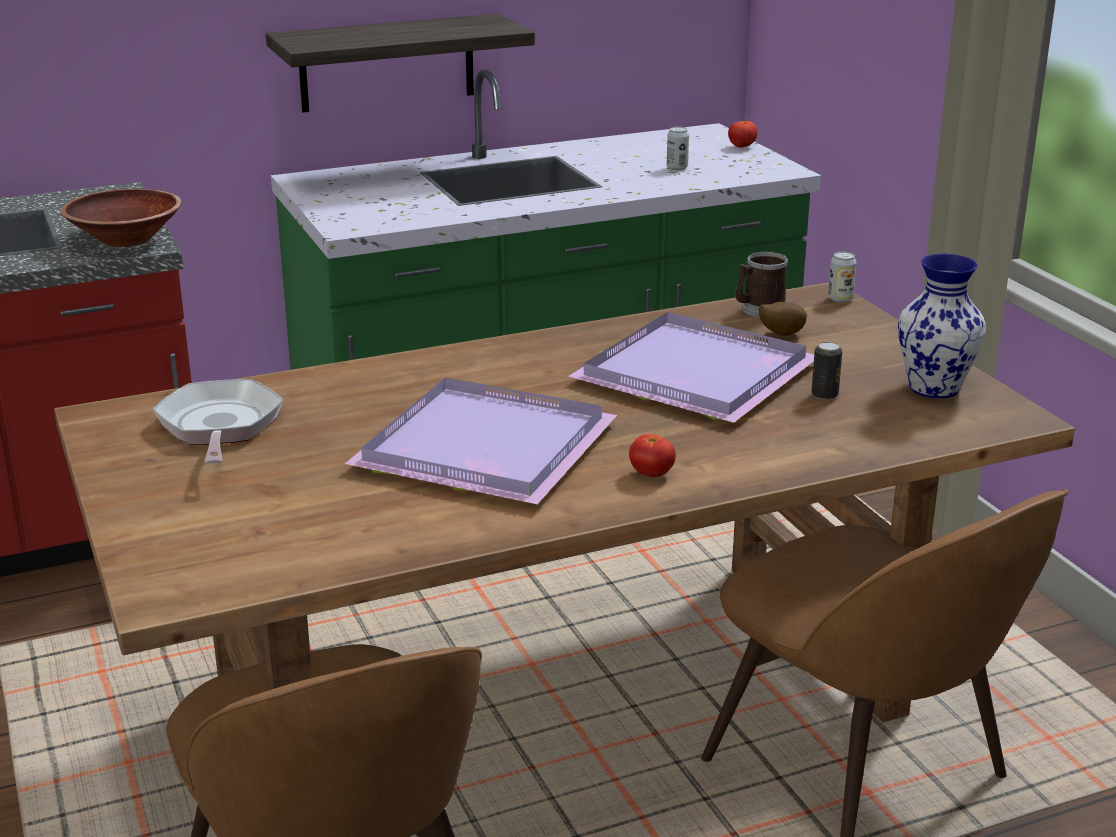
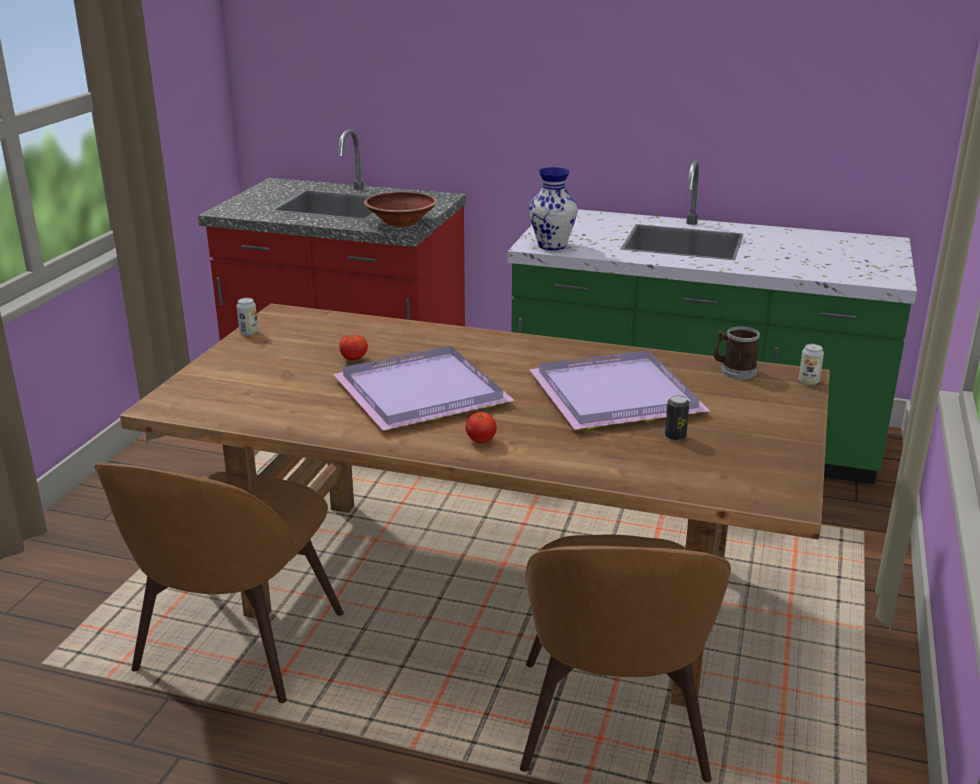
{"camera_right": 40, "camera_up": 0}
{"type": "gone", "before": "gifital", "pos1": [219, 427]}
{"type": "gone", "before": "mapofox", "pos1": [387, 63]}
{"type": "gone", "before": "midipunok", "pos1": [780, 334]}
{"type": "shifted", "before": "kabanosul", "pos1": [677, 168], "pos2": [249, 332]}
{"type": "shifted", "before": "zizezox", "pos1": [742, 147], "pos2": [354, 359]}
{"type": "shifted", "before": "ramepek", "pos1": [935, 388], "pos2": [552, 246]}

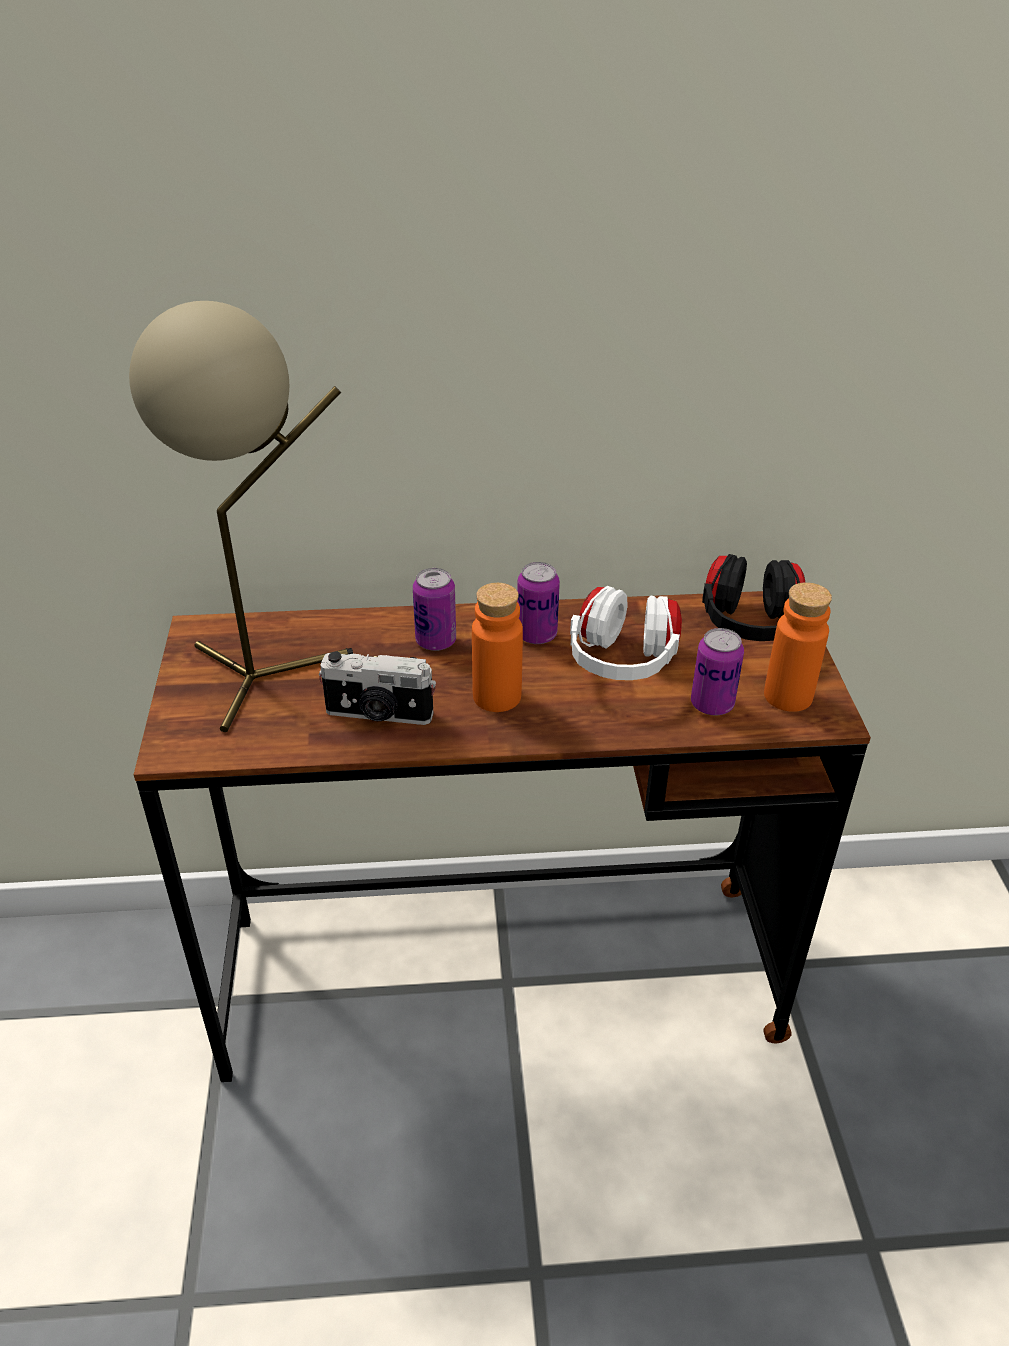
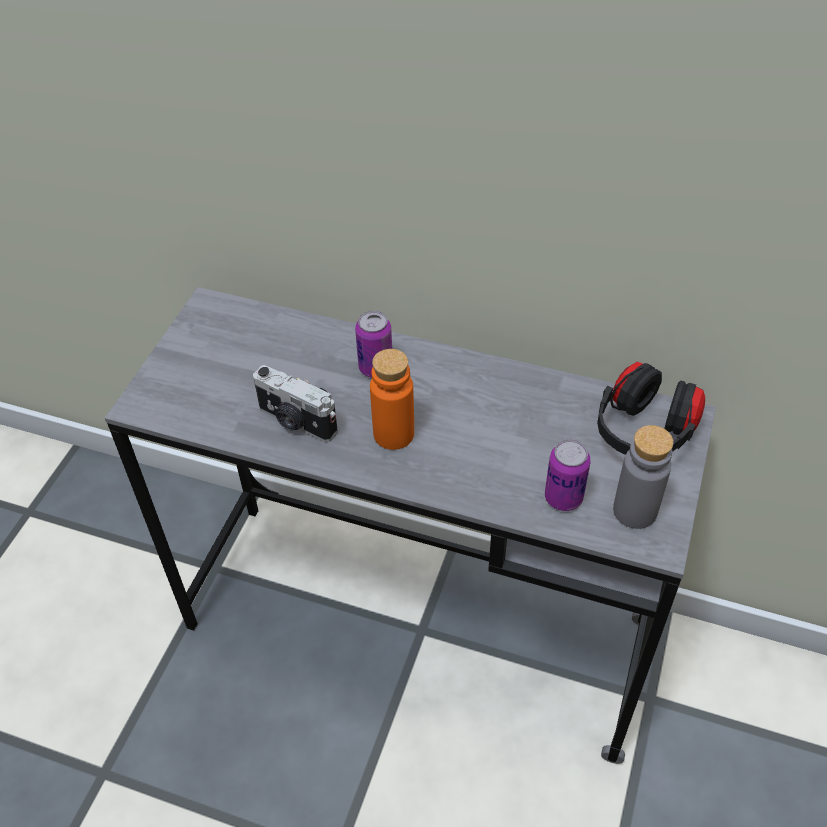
{"camera_right": 25, "camera_up": 10}
{"type": "gone", "before": "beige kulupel", "pos1": [265, 674]}
{"type": "gone", "before": "kabanosul", "pos1": [536, 635]}
{"type": "gone", "before": "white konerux", "pos1": [622, 665]}
{"type": "repainted", "before": "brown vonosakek", "after": "grey vonosakek", "pos1": [499, 978], "pos2": [417, 624]}
{"type": "repainted", "before": "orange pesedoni", "after": "grey pesedoni", "pos1": [788, 696], "pos2": [635, 511]}

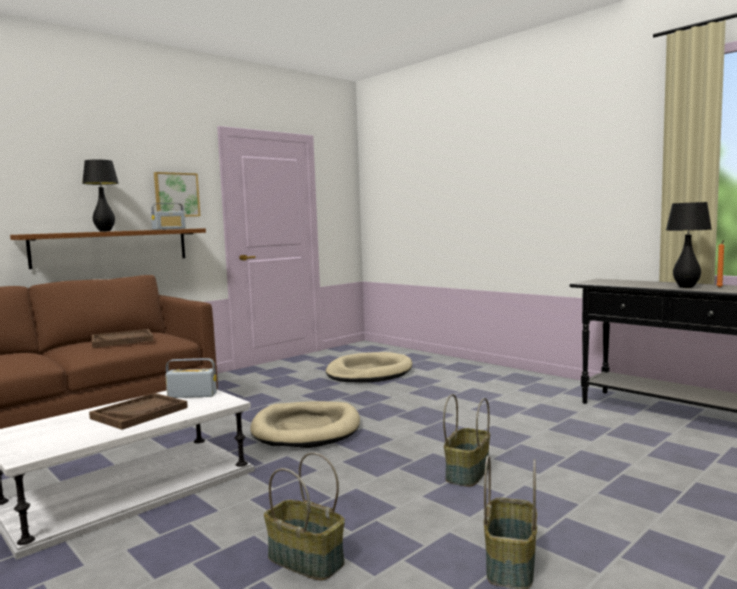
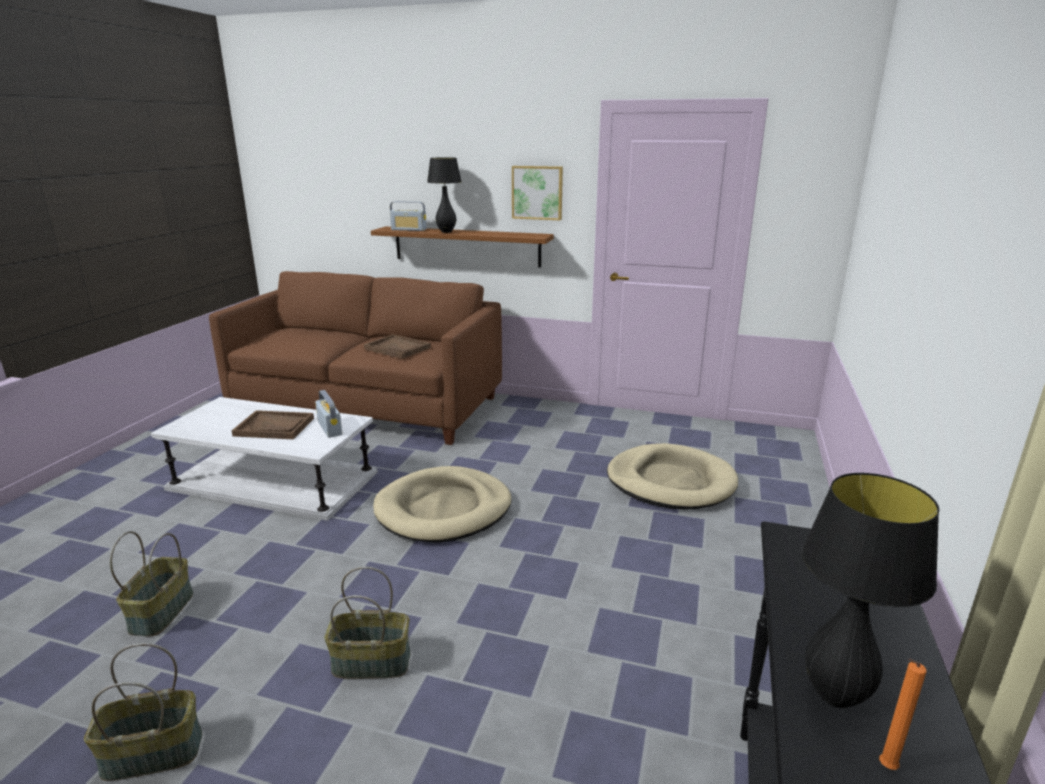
{"camera_right": 60, "camera_up": 15}
{"type": "shifted", "before": "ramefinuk", "pos1": [169, 229], "pos2": [408, 229]}

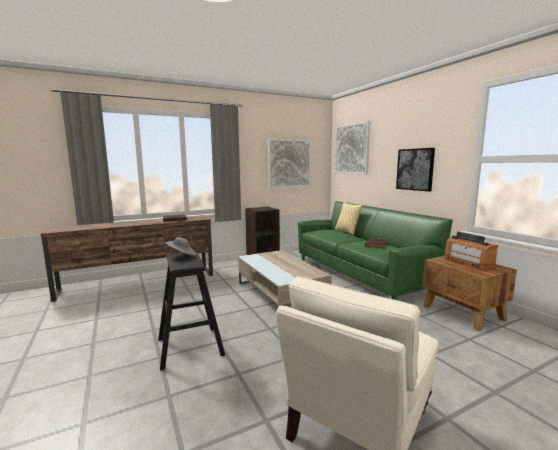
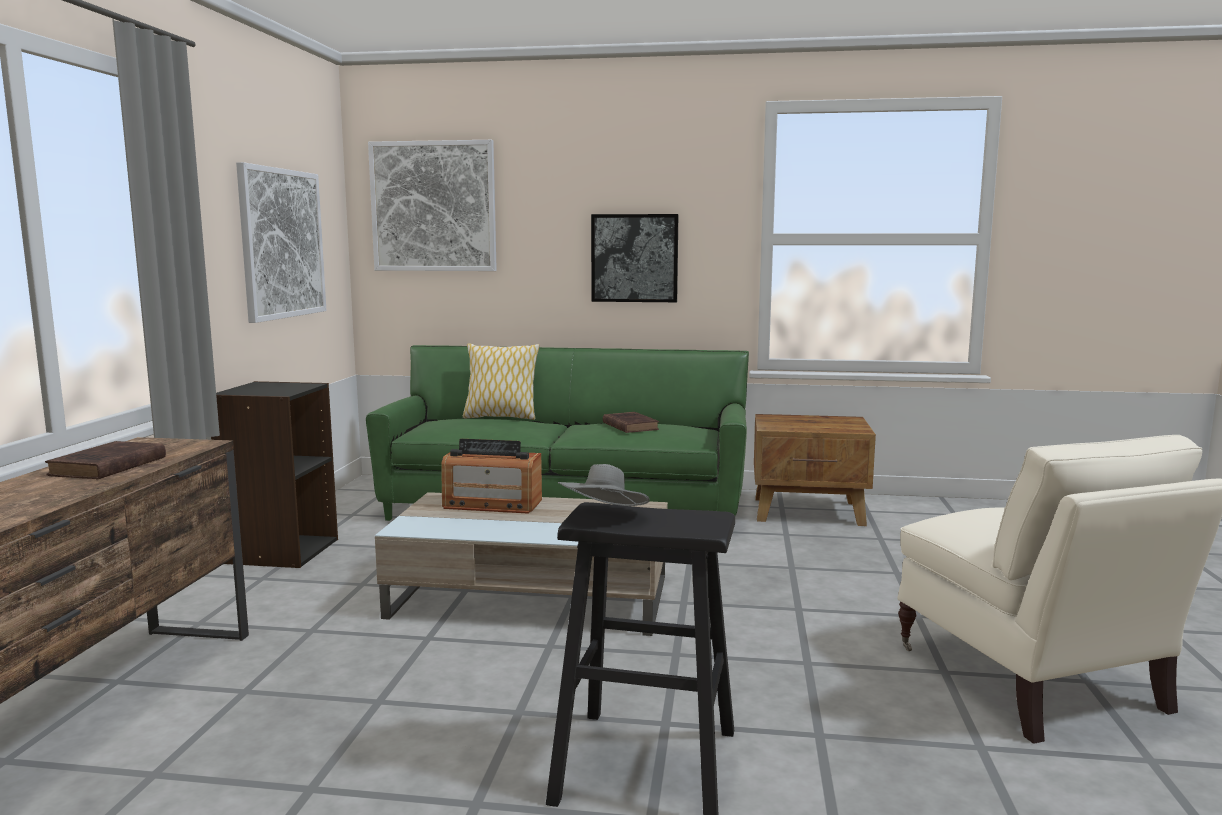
{"camera_right": -55, "camera_up": 0}
{"type": "shifted", "before": "ramefinuk", "pos1": [468, 263], "pos2": [492, 504]}

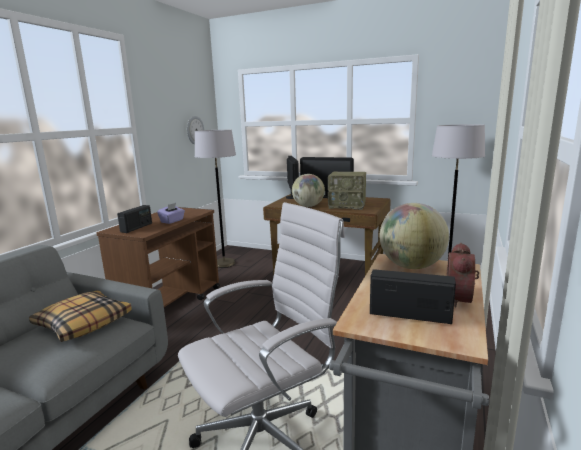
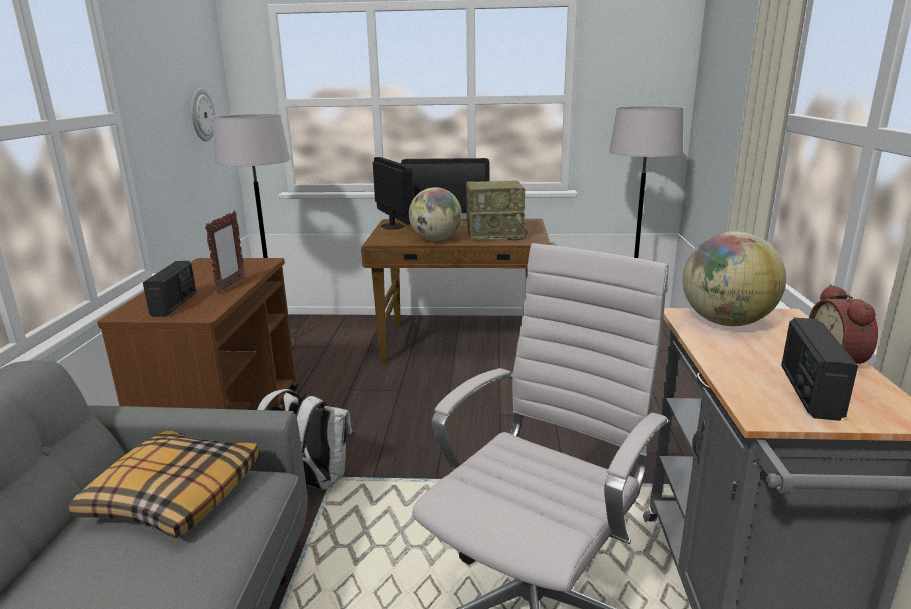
{"camera_right": -20, "camera_up": 5}
{"type": "new", "after": "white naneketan", "pos2": [312, 481]}
{"type": "swapped", "before": "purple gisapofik", "after": "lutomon", "pos1": [172, 221], "pos2": [231, 285]}
{"type": "rotated", "before": "ramefinuk", "pos1": [409, 314], "pos2": [809, 392], "turn": -75}

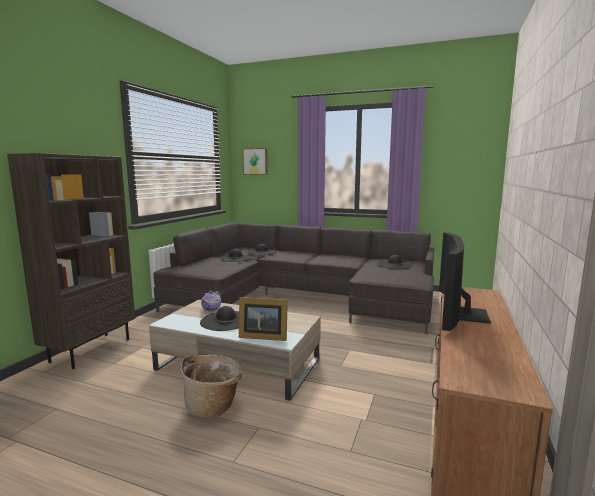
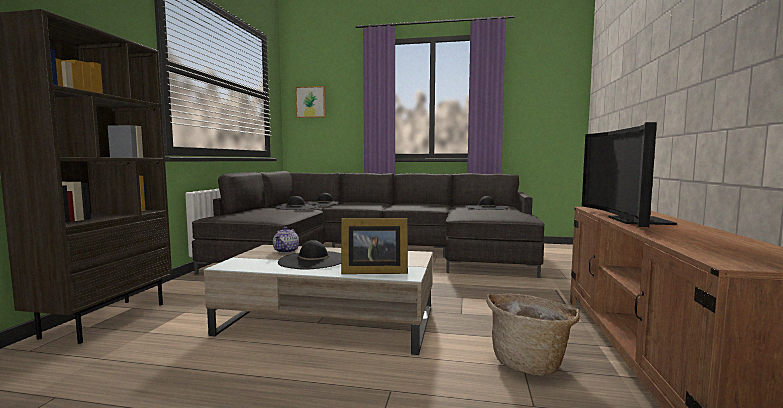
{"camera_right": -10, "camera_up": -5}
{"type": "shifted", "before": "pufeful", "pos1": [213, 406], "pos2": [530, 362]}

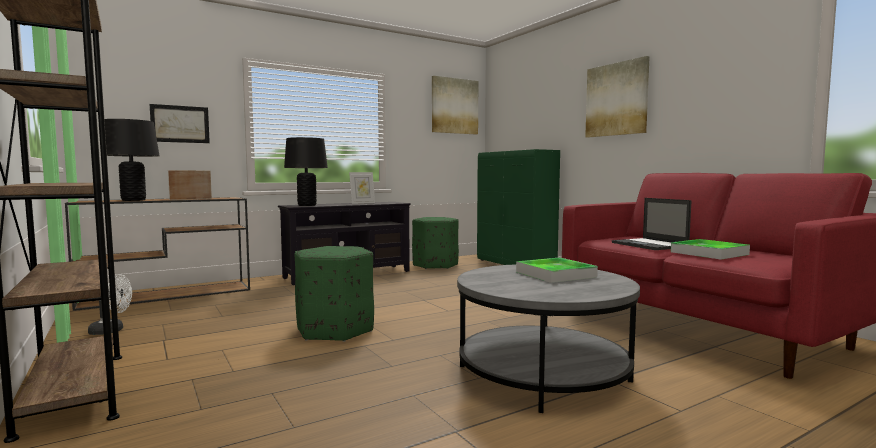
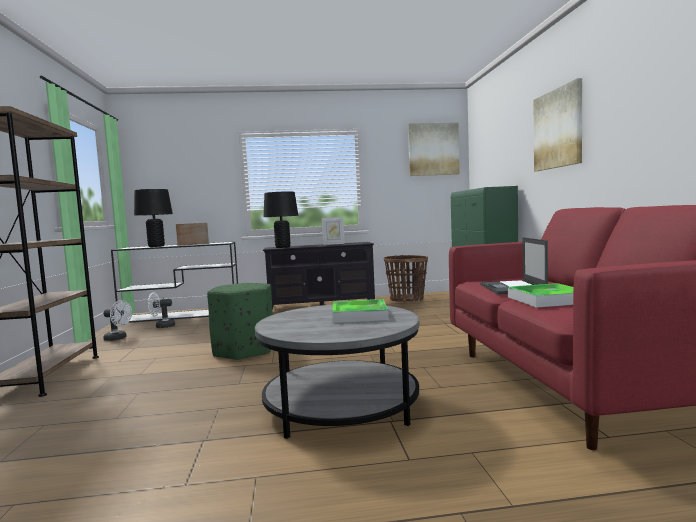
{"camera_right": 25, "camera_up": 0}
{"type": "gone", "before": "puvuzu", "pos1": [180, 124]}
{"type": "new", "after": "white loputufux", "pos2": [162, 326]}
{"type": "swapped", "before": "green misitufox", "after": "pufeful", "pos1": [435, 265], "pos2": [407, 299]}
{"type": "repainted", "before": "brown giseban", "after": "white giseban", "pos1": [169, 294], "pos2": [183, 315]}

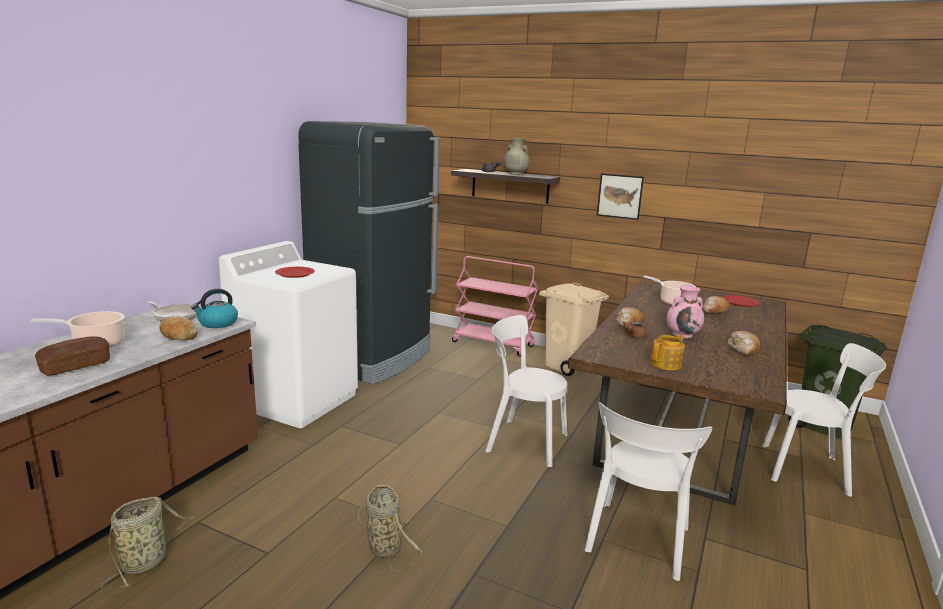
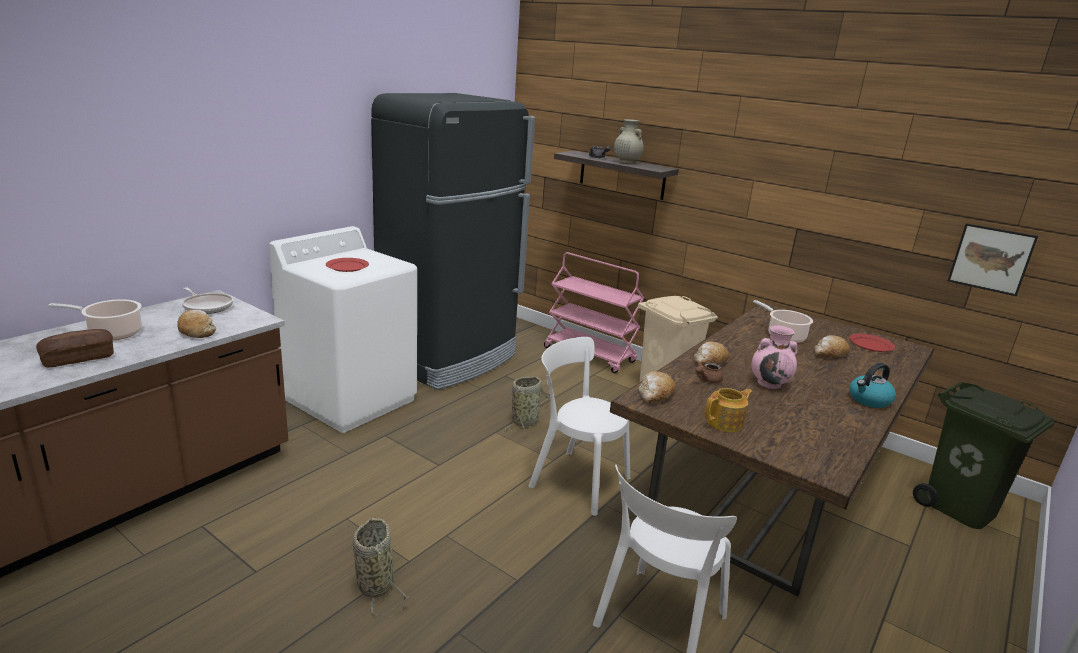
{"camera_right": 10, "camera_up": 5}
{"type": "gone", "before": "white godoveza", "pos1": [809, 470]}
{"type": "shifted", "before": "pufeful", "pos1": [147, 561], "pos2": [526, 420]}
{"type": "shifted", "before": "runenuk", "pos1": [217, 323], "pos2": [869, 400]}
{"type": "shifted", "before": "puvuzu", "pos1": [619, 196], "pos2": [991, 259]}
{"type": "shifted", "before": "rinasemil", "pos1": [743, 349], "pos2": [655, 394]}

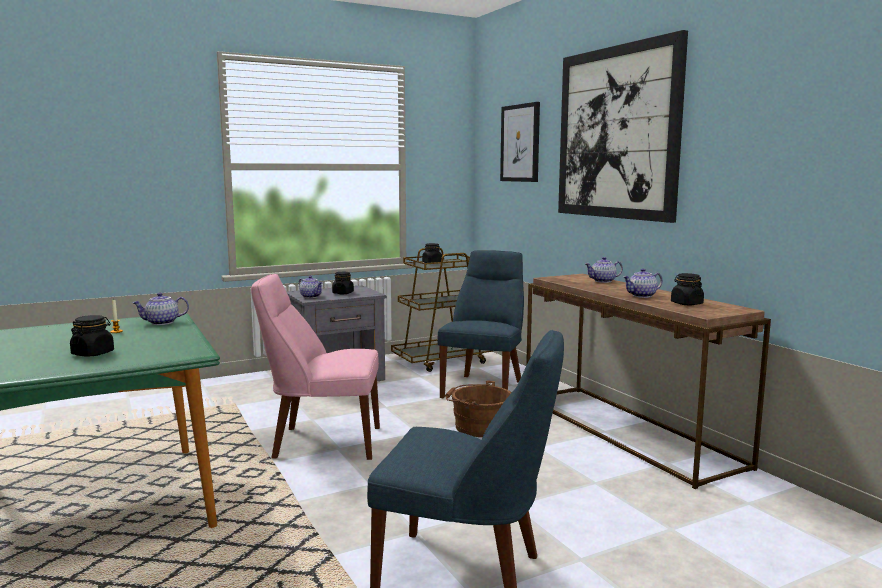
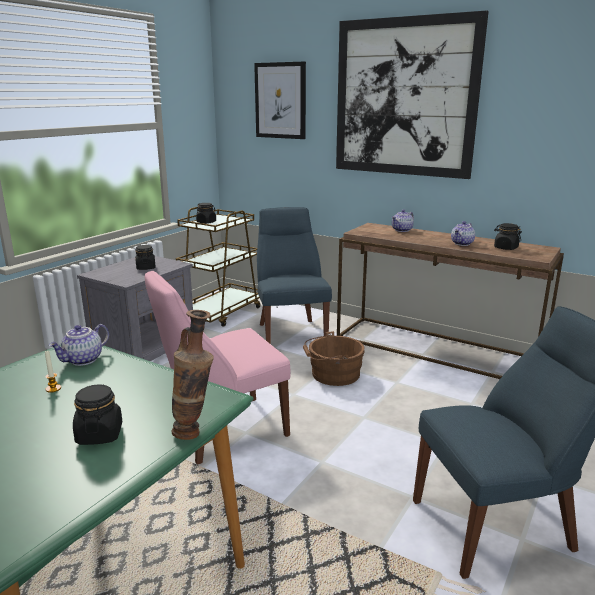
{"camera_right": -30, "camera_up": 10}
{"type": "gone", "before": "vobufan", "pos1": [311, 297]}
{"type": "new", "after": "ramepek", "pos2": [195, 432]}

